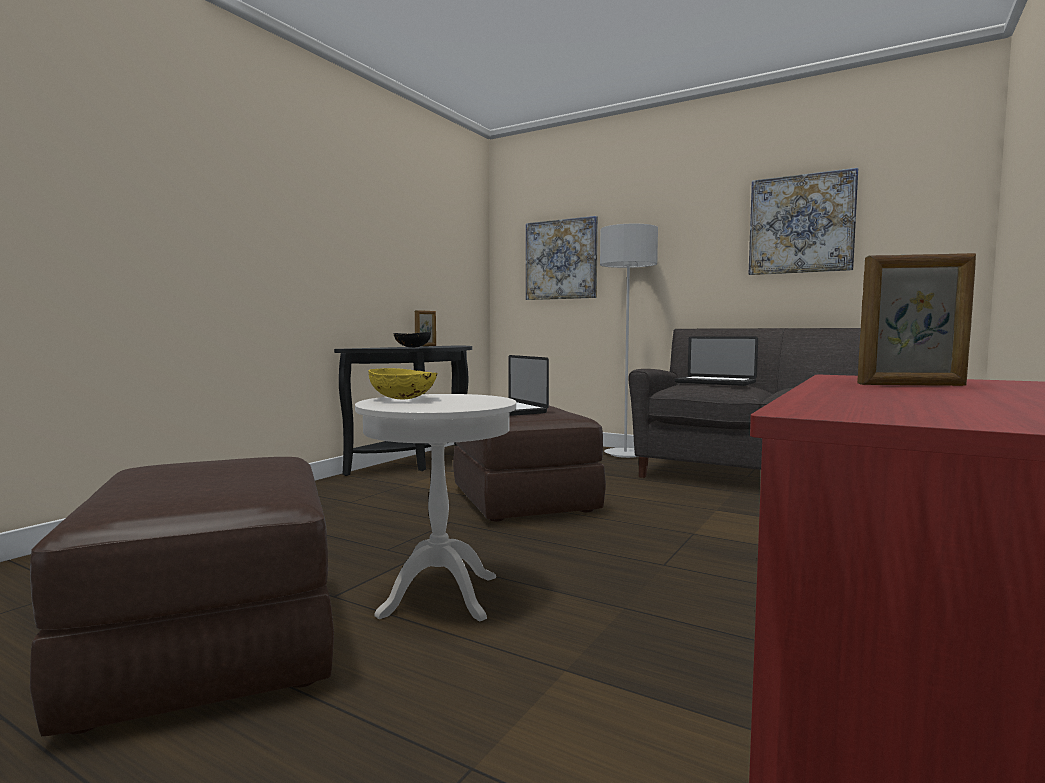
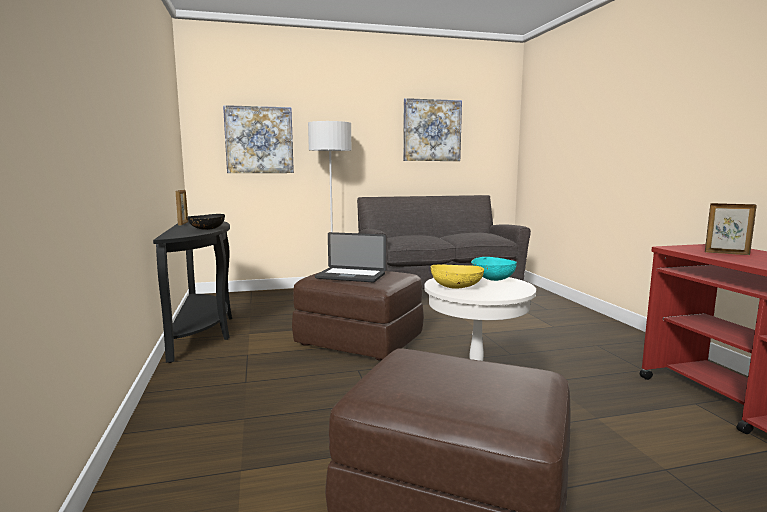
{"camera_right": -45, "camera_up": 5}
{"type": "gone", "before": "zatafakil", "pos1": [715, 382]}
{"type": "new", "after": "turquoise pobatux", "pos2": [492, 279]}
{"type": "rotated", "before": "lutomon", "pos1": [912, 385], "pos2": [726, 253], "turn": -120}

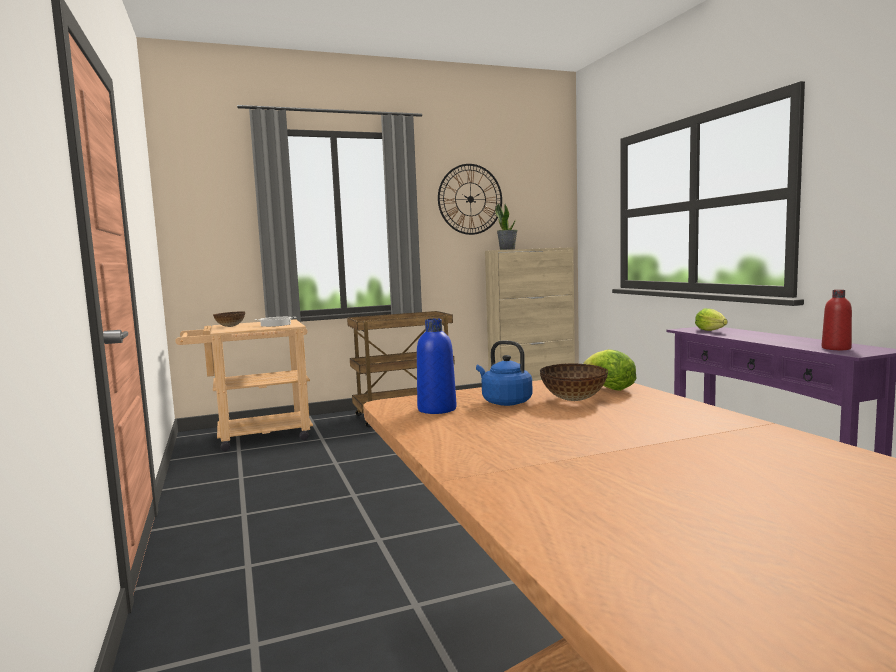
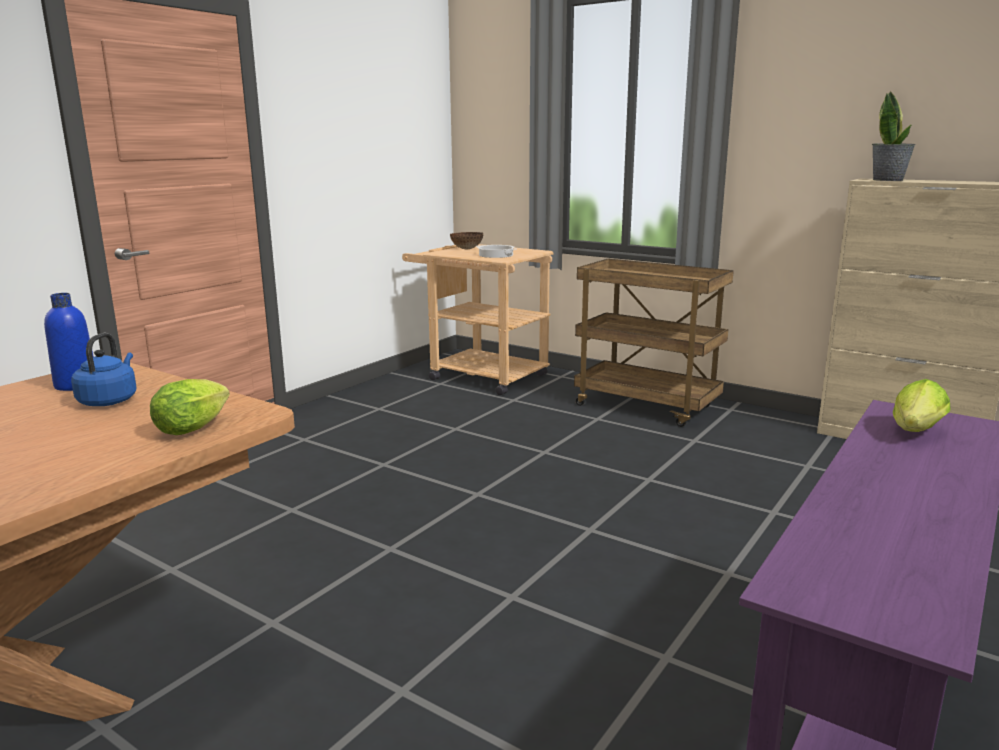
{"camera_right": 55, "camera_up": 10}
{"type": "gone", "before": "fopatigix", "pos1": [470, 199]}
{"type": "gone", "before": "pobatux", "pos1": [573, 400]}
{"type": "gone", "before": "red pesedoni", "pos1": [836, 348]}

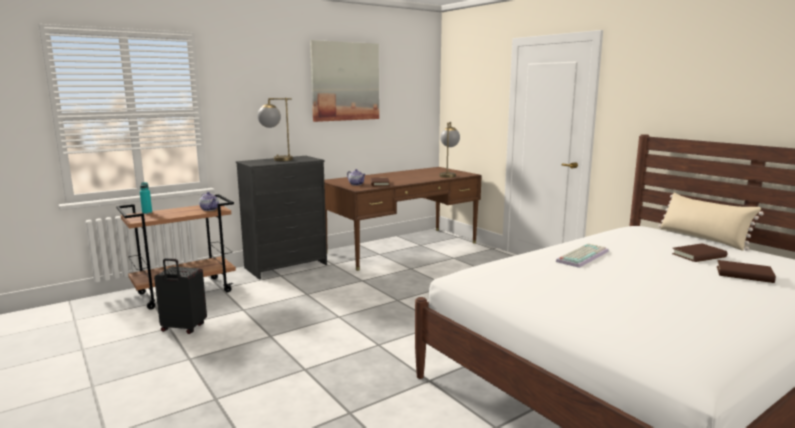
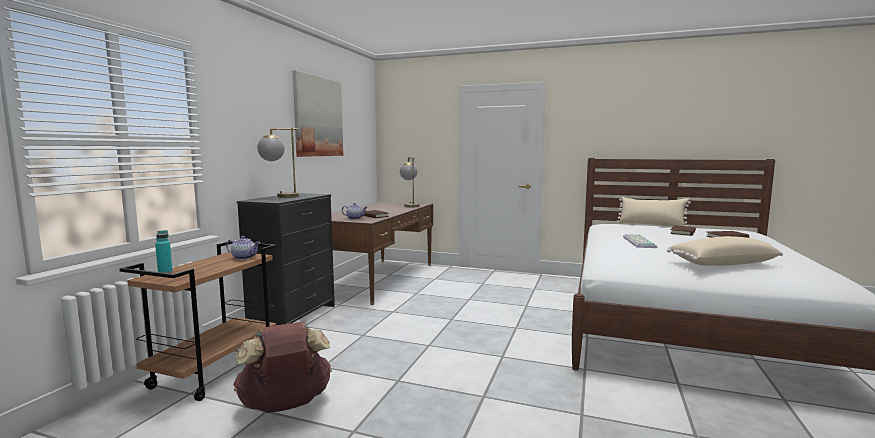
{"camera_right": -35, "camera_up": -5}
{"type": "new", "after": "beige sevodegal", "pos2": [721, 263]}
{"type": "swapped", "before": "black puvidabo", "after": "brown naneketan", "pos1": [183, 328], "pos2": [286, 406]}

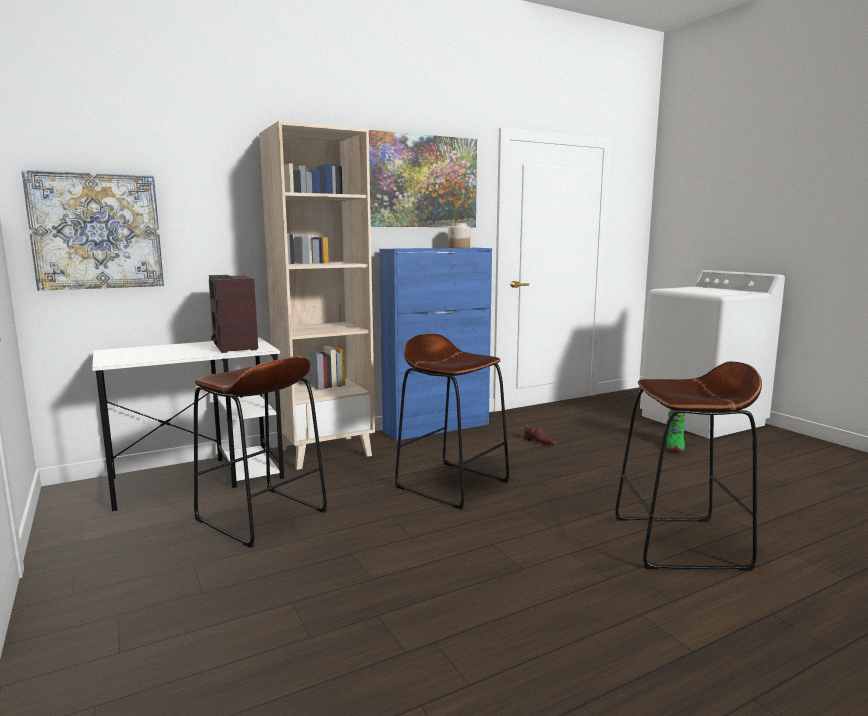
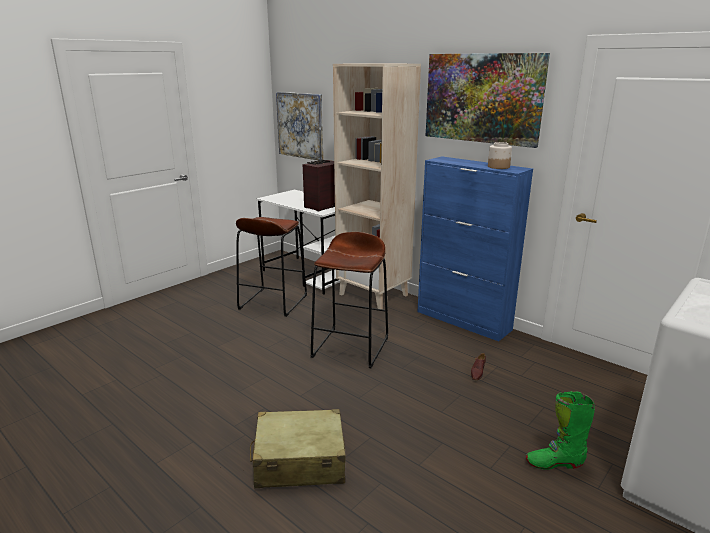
{"camera_right": 70, "camera_up": 10}
{"type": "swapped", "before": "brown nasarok", "after": "beige puvidabo", "pos1": [679, 543], "pos2": [299, 461]}

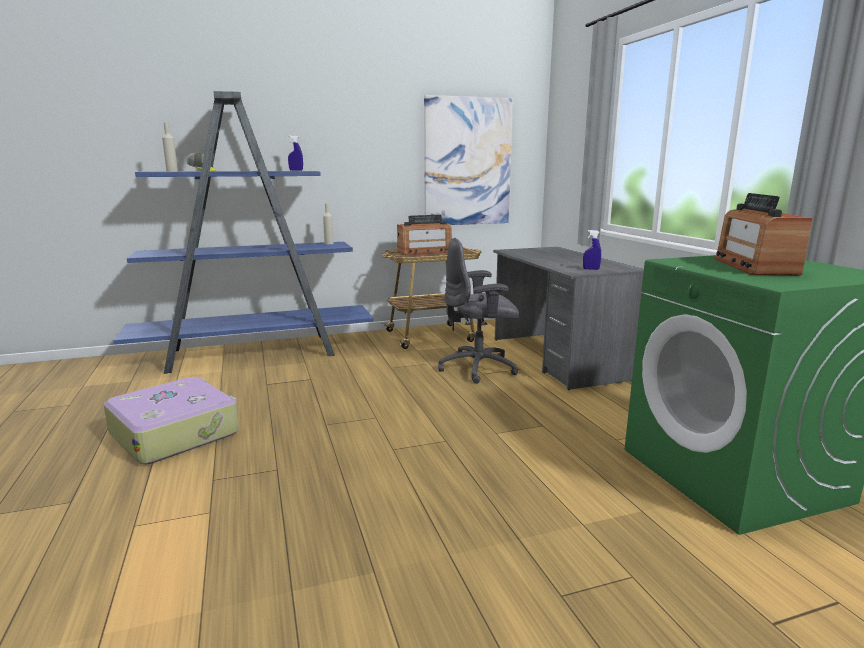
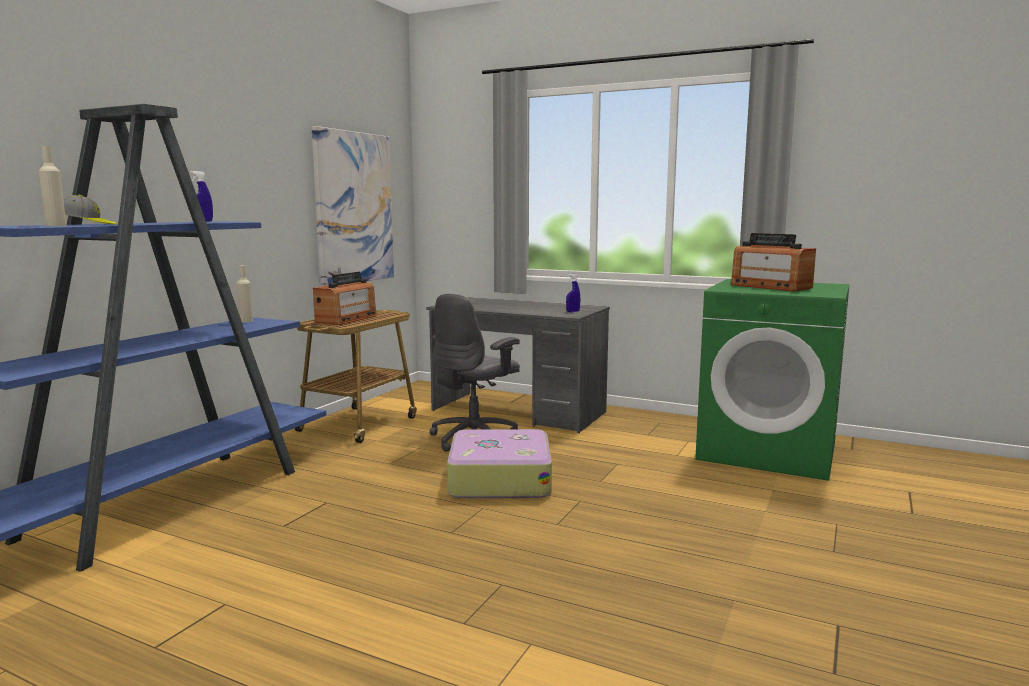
{"camera_right": -45, "camera_up": -5}
{"type": "shifted", "before": "puvidabo", "pos1": [175, 432], "pos2": [499, 479]}

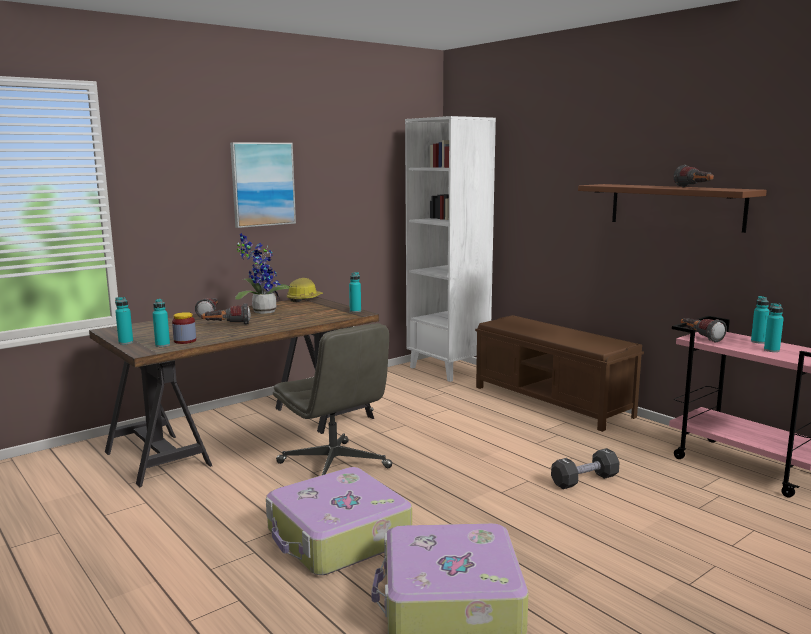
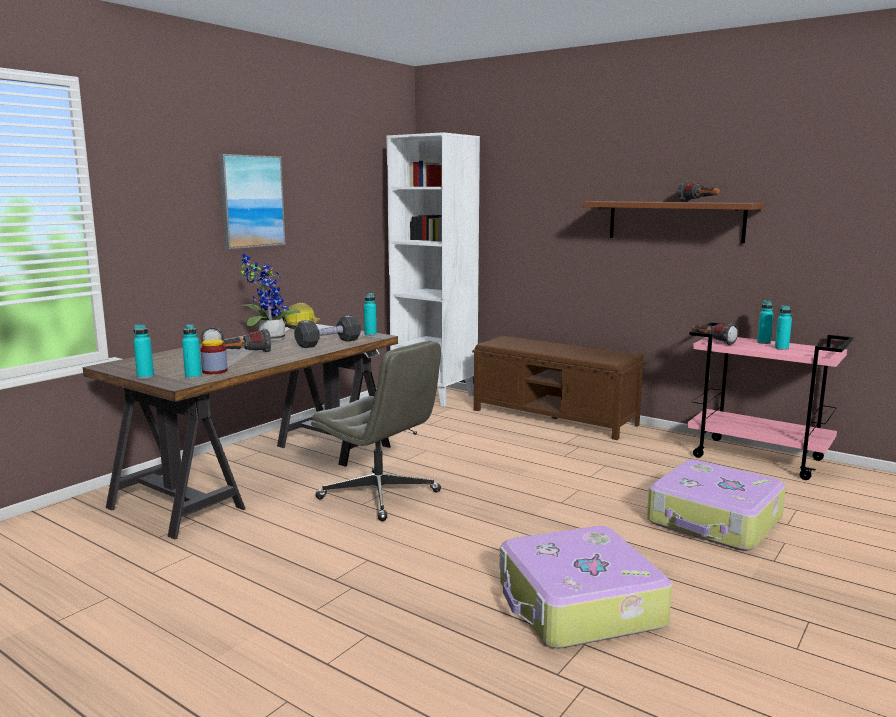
{"camera_right": -15, "camera_up": 0}
{"type": "shifted", "before": "puvidabo", "pos1": [338, 537], "pos2": [714, 521]}
{"type": "shifted", "before": "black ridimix", "pos1": [584, 480], "pos2": [328, 343]}

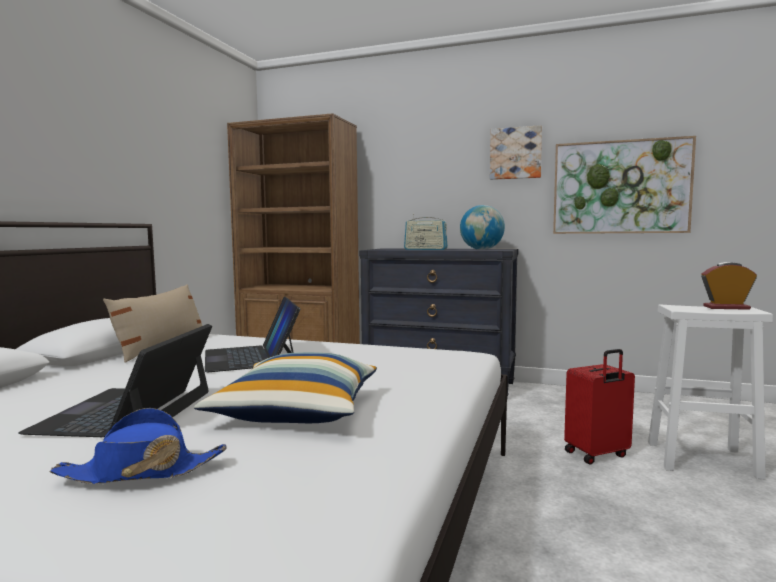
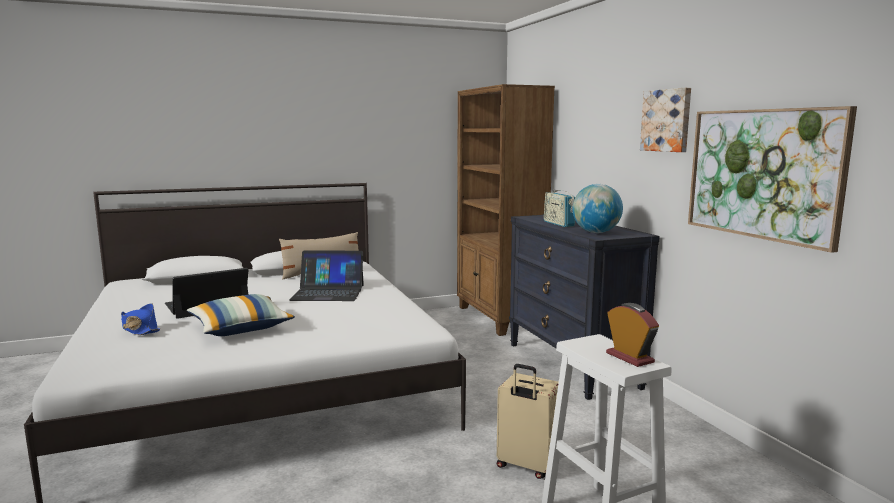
{"camera_right": 50, "camera_up": 5}
{"type": "repainted", "before": "red puvidabo", "after": "beige puvidabo", "pos1": [597, 454], "pos2": [526, 466]}
{"type": "rotated", "before": "zatafakil", "pos1": [251, 357], "pos2": [328, 292], "turn": -120}

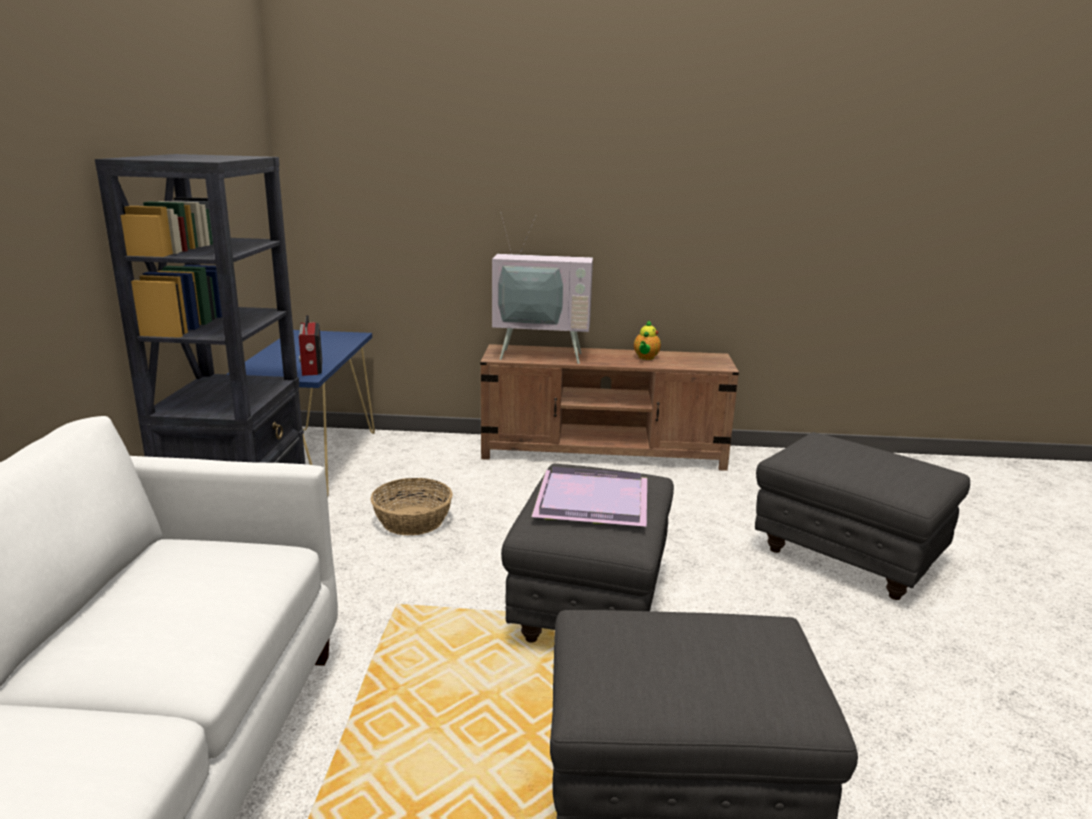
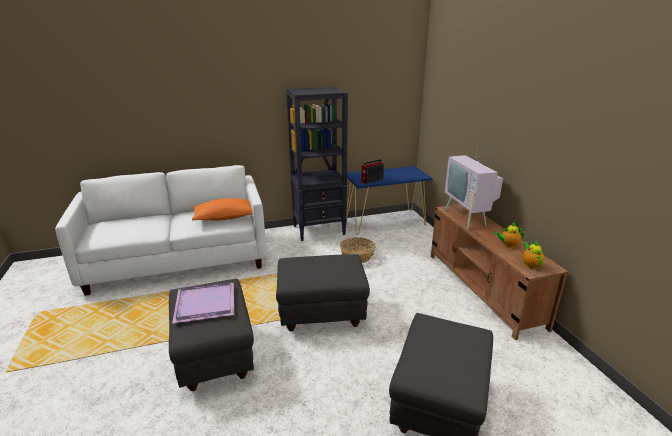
{"camera_right": 70, "camera_up": 5}
{"type": "new", "after": "orange sevodegal", "pos2": [225, 217]}
{"type": "new", "after": "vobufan", "pos2": [530, 264]}
{"type": "shifted", "before": "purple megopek", "pos1": [594, 500], "pos2": [206, 304]}

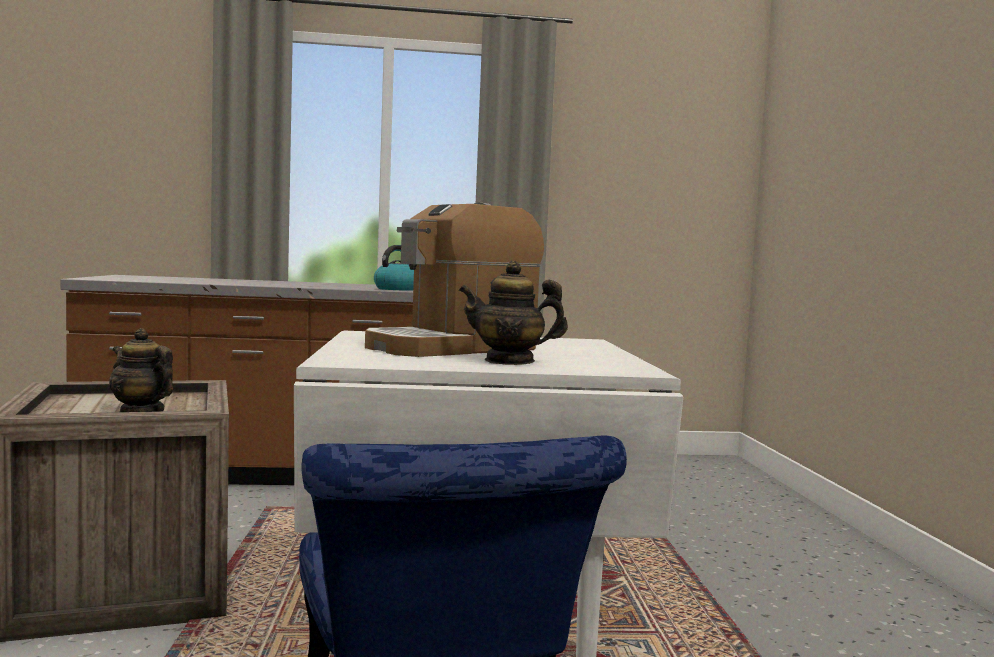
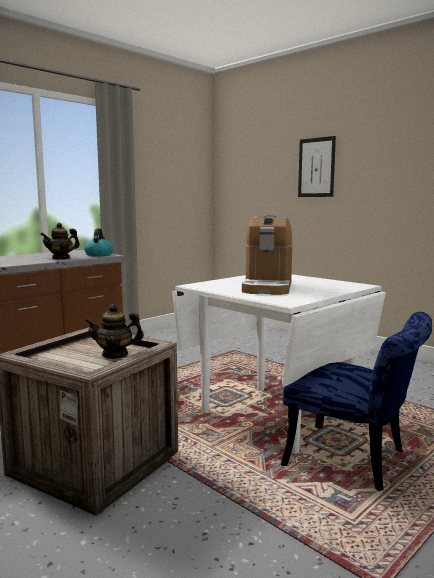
{"camera_right": -40, "camera_up": 5}
{"type": "new", "after": "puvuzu", "pos2": [316, 167]}
{"type": "shifted", "before": "vobufan", "pos1": [510, 361], "pos2": [61, 258]}

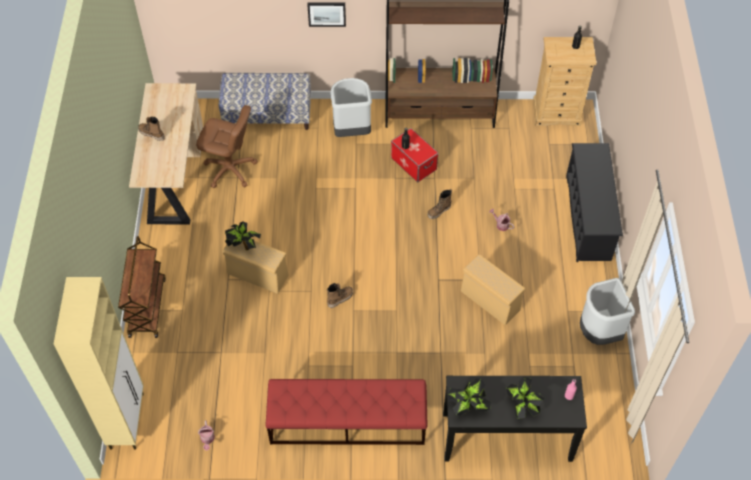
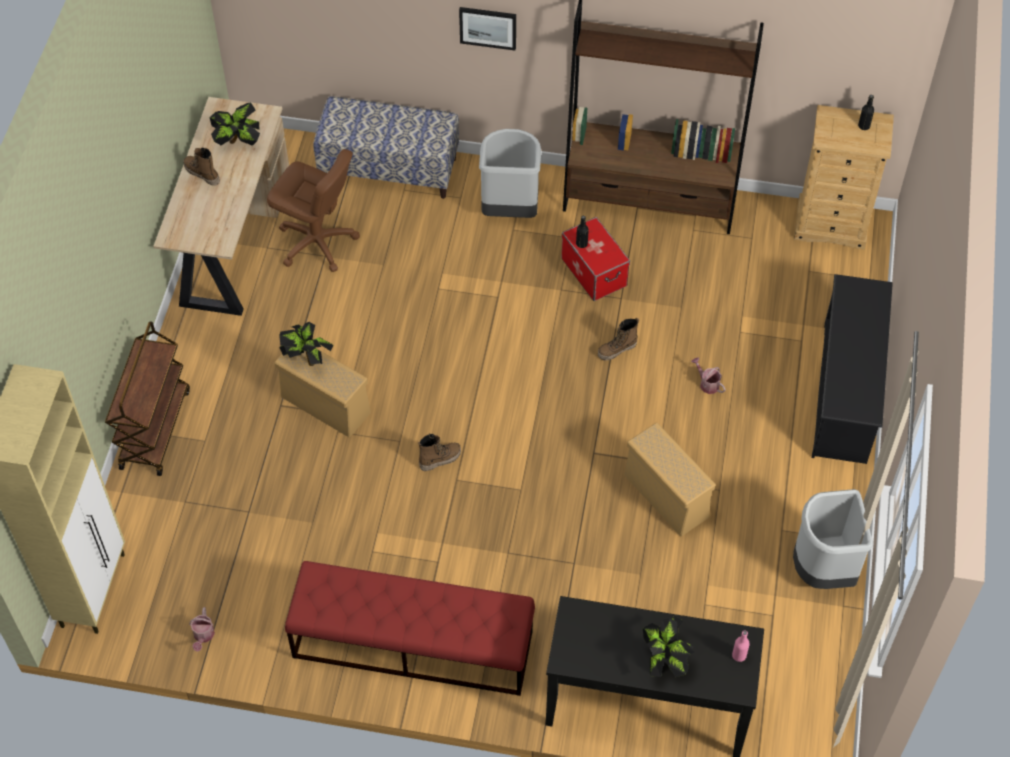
{"camera_right": 10, "camera_up": 0}
{"type": "shifted", "before": "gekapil", "pos1": [468, 406], "pos2": [238, 142]}

